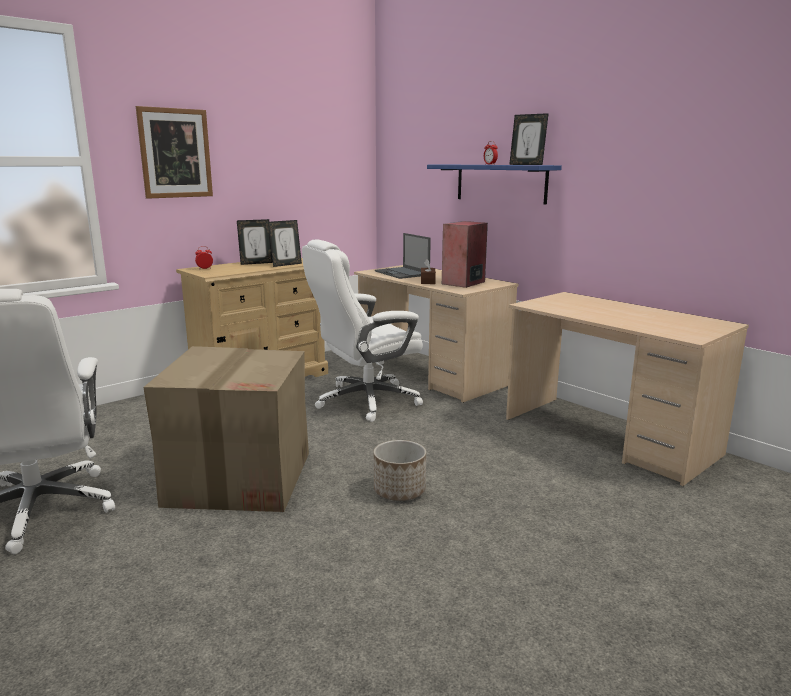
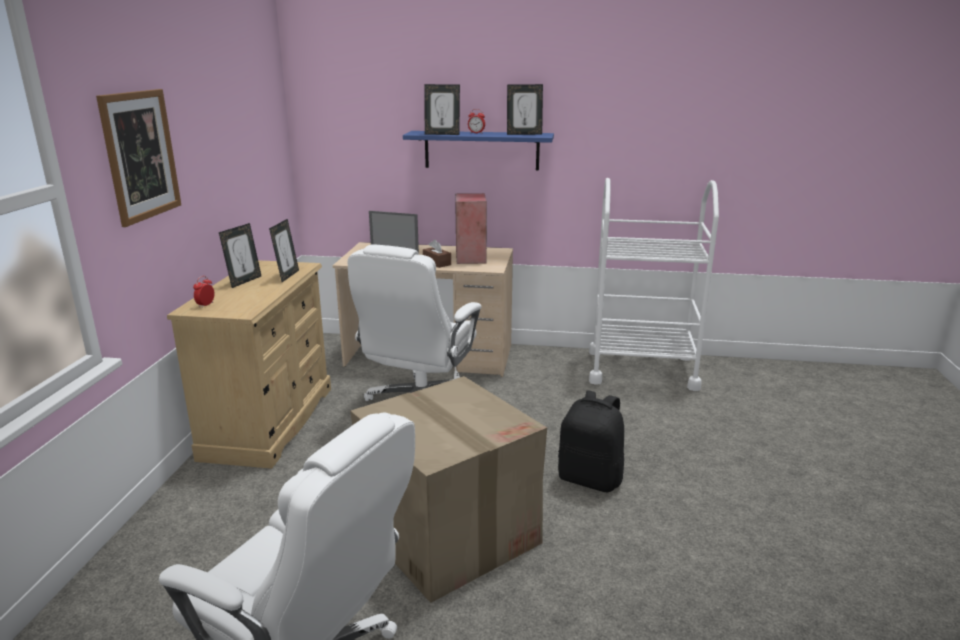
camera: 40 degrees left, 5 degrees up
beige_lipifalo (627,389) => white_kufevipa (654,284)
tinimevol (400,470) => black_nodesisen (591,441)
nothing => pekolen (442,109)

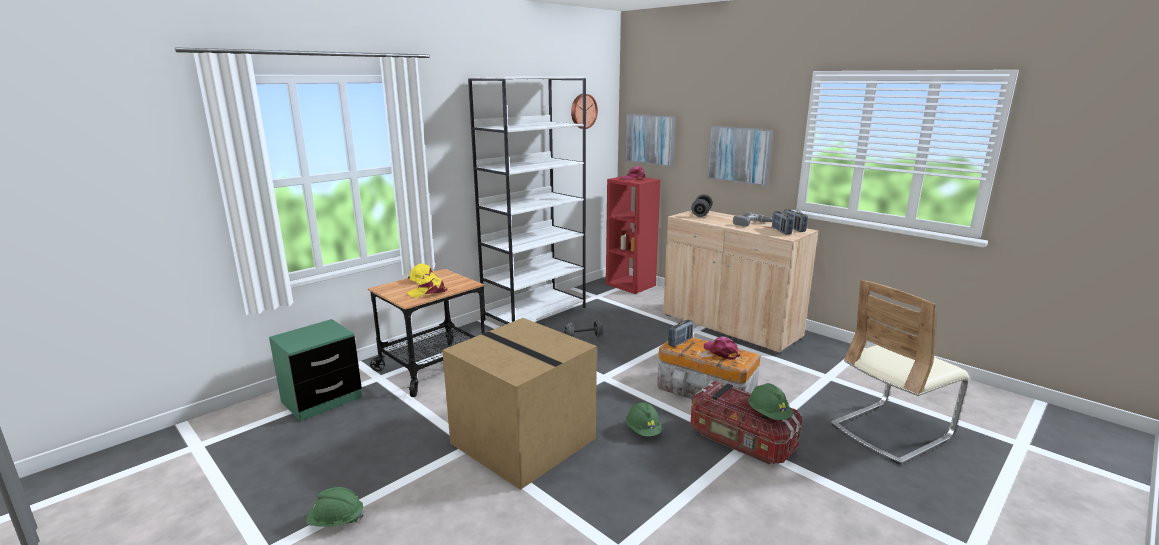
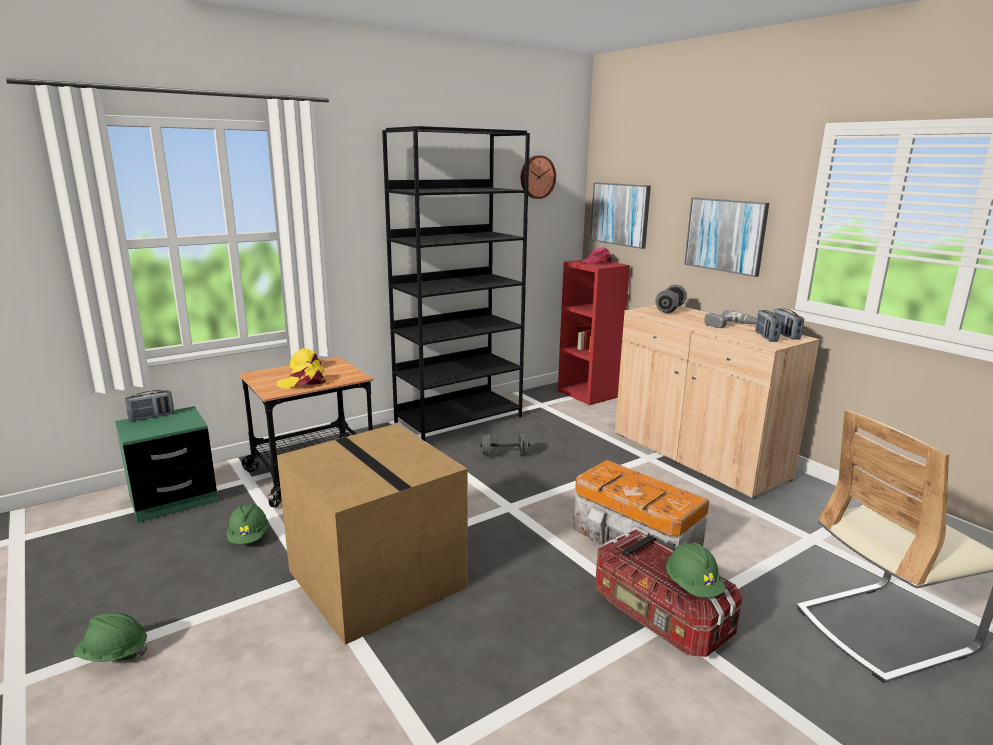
camera: 10 degrees right, 0 degrees up
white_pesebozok (527,200) => black_pesebozok (456,283)
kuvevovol (681,333) => kuvevovol (149,405), shifted
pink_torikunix (721,348) => nothing
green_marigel (644,419) => green_marigel (248,524), shifted

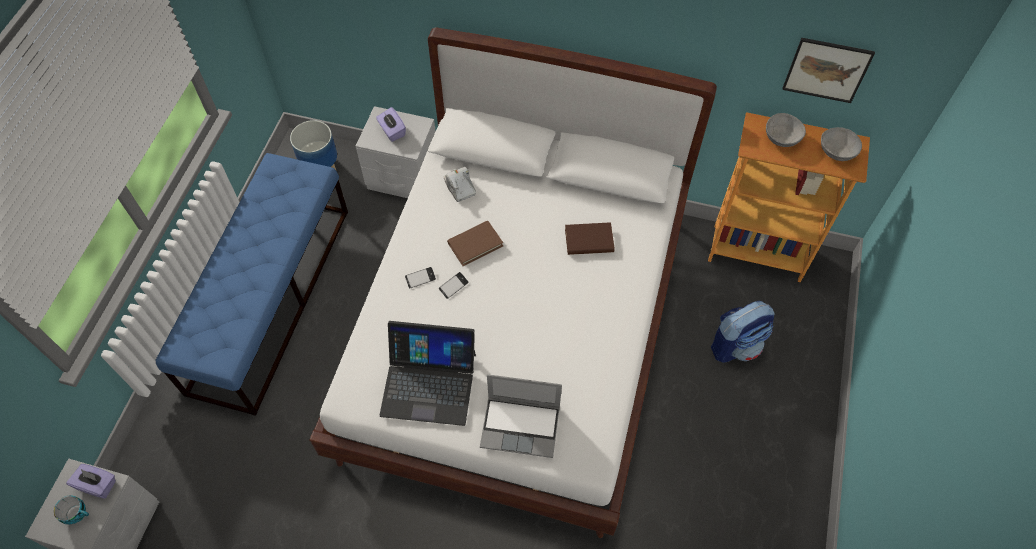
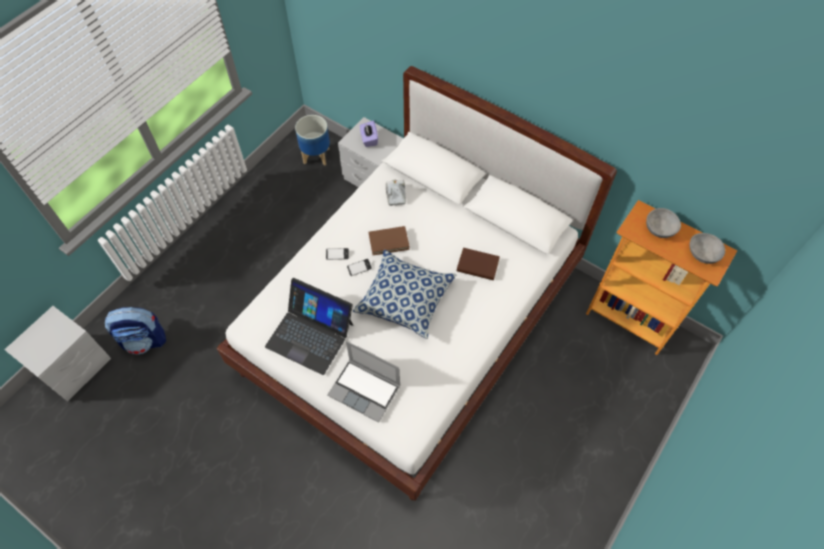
camera: 20 degrees right, 0 degrees up
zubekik (828,70) => nothing
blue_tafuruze (252,284) => nothing
nodesisen (742,331) => nodesisen (135,330), shifted
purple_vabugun (91,481) => nothing
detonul (71,510) => nothing
nothing => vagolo (404,294)

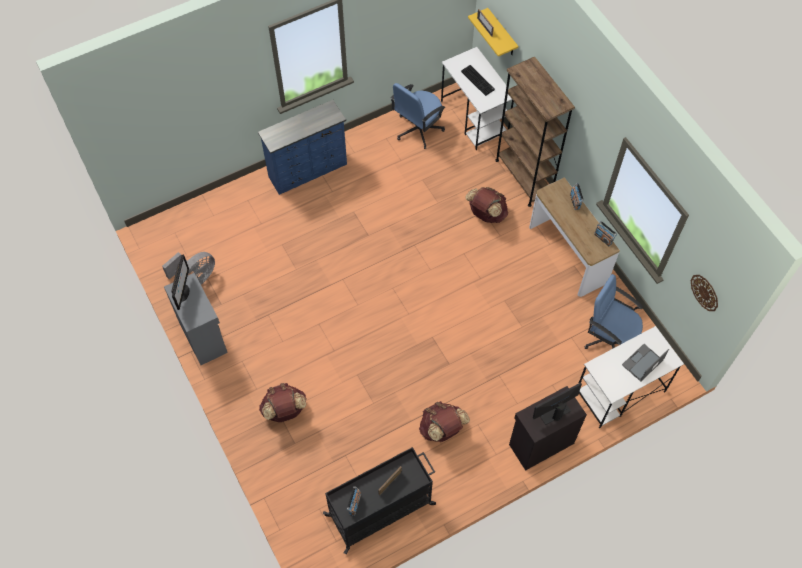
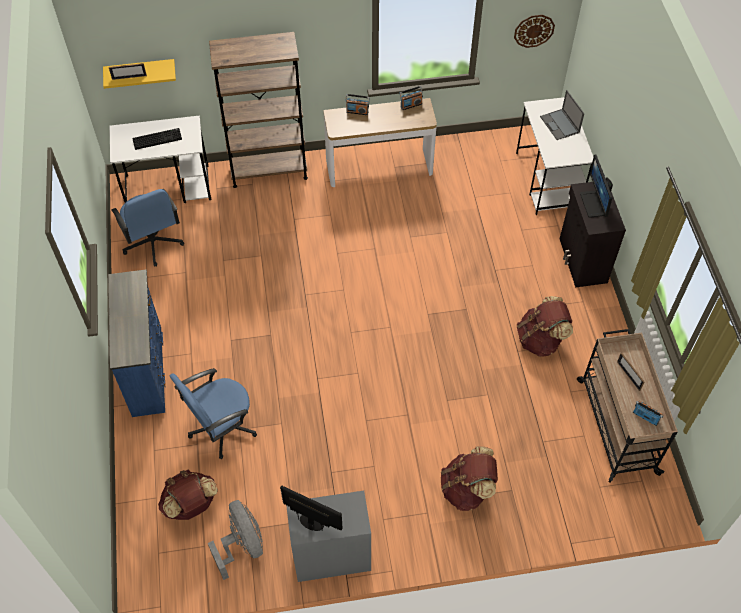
camera: 70 degrees left, 5 degrees down
brown_nodesisen (486,205) => brown_nodesisen (188,494), shifted
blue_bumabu (614,311) => blue_bumabu (213,413), shifted
black_kufevipa (379,500) => beige_kufevipa (627,406)

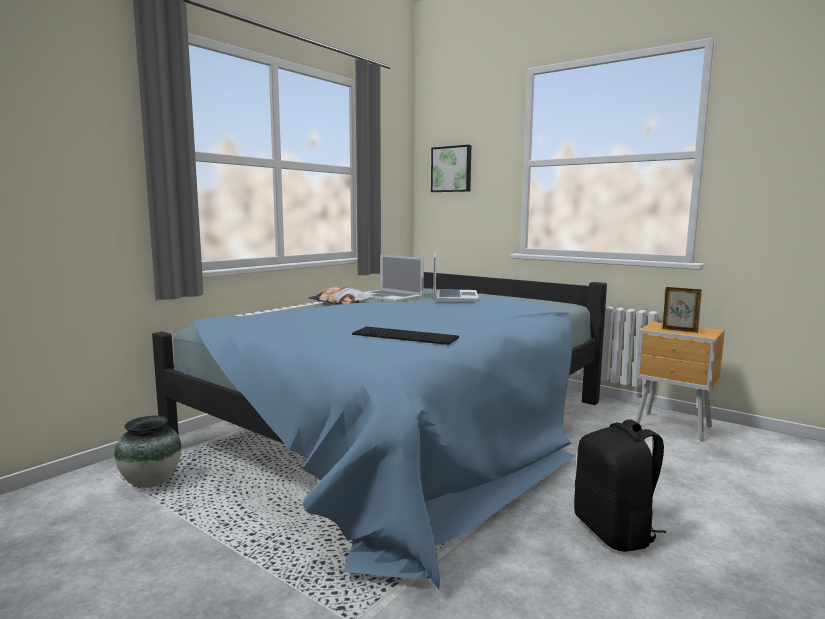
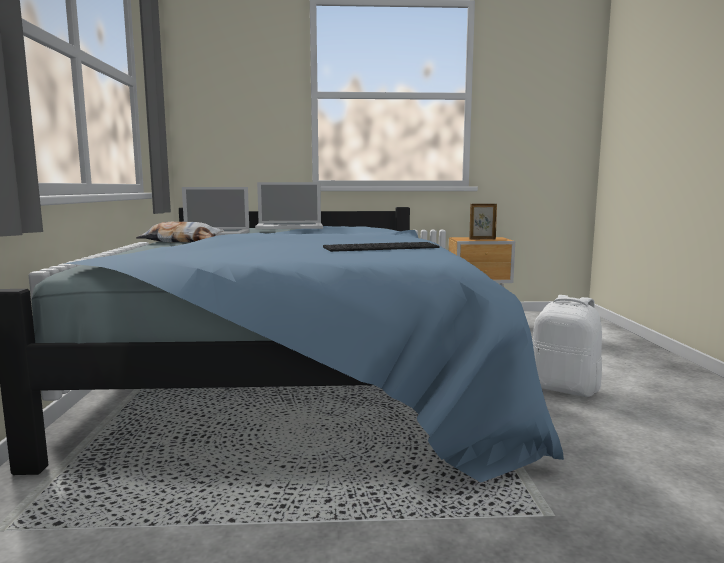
camera: 40 degrees left, 0 degrees up
zubekik (451,168) => nothing
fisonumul (456,277) => fisonumul (289,205), 120 degrees clockwise
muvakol (148,452) => nothing
black_nodesisen (620,485) => white_nodesisen (567,346)

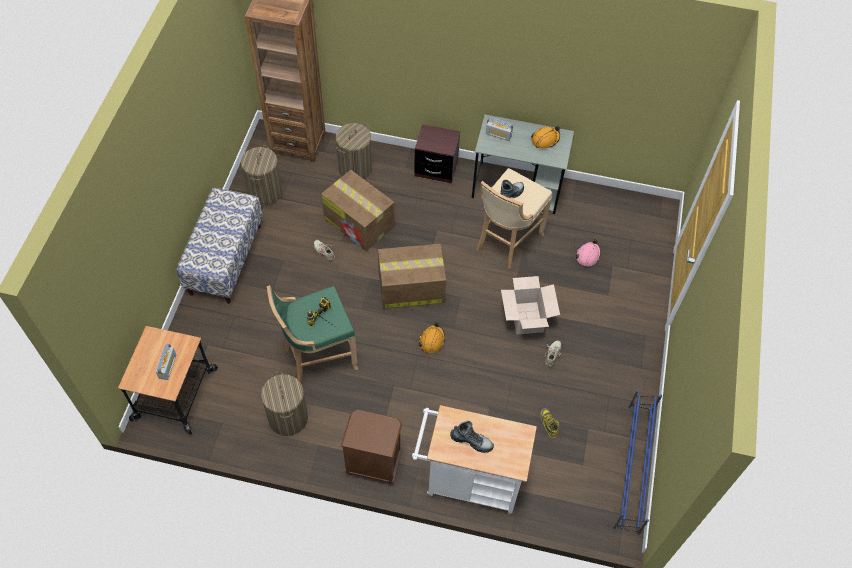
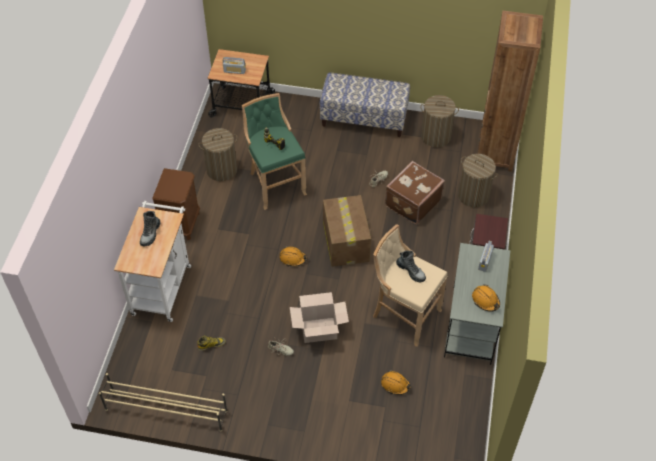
camera: 90 degrees right, 5 degrees down
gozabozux (358,210) => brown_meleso (415,192)
pink_marigel (588,253) => orange_marigel (396,382)
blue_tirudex (637,462) => beige_tirudex (163,402)

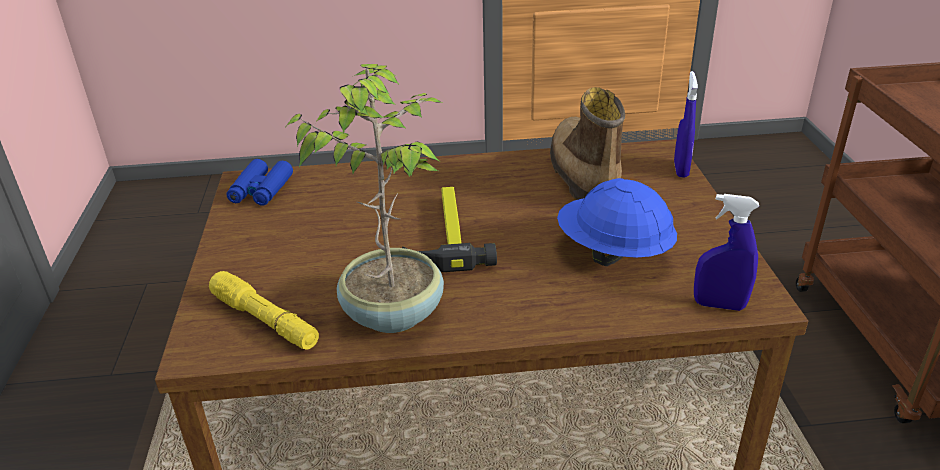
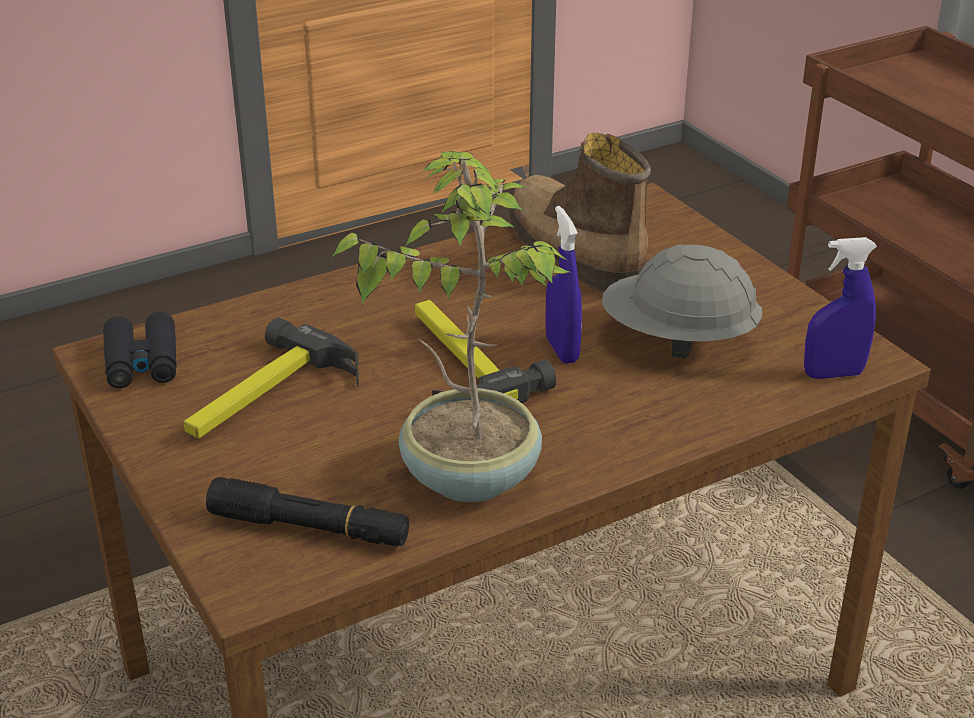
camera: 25 degrees left, 0 degrees up
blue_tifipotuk (686,124) => blue_tifipotuk (563,285), shifted
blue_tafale (259,182) => black_tafale (140,350)
blue_marigel (617,222) => grey_marigel (682,301)
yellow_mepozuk (264,310) => black_mepozuk (307,511)
nothing => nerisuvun (271,378)

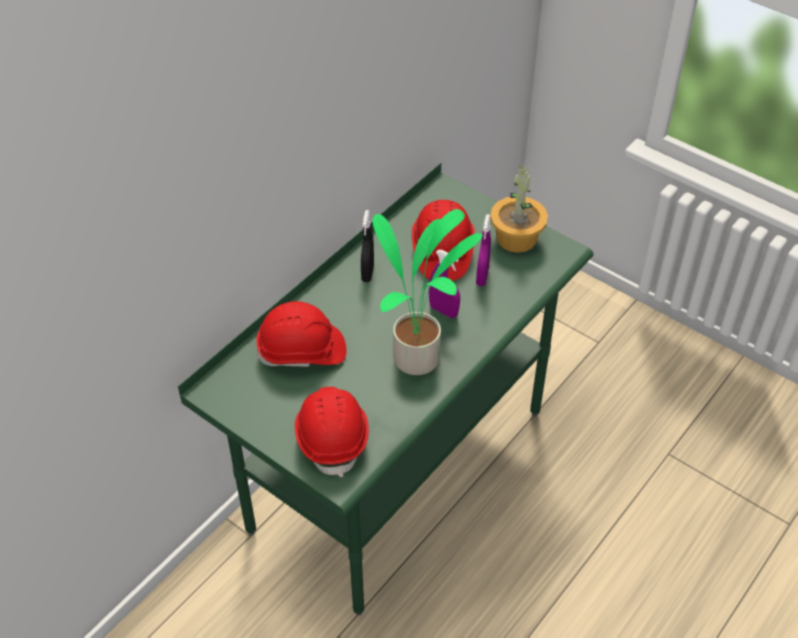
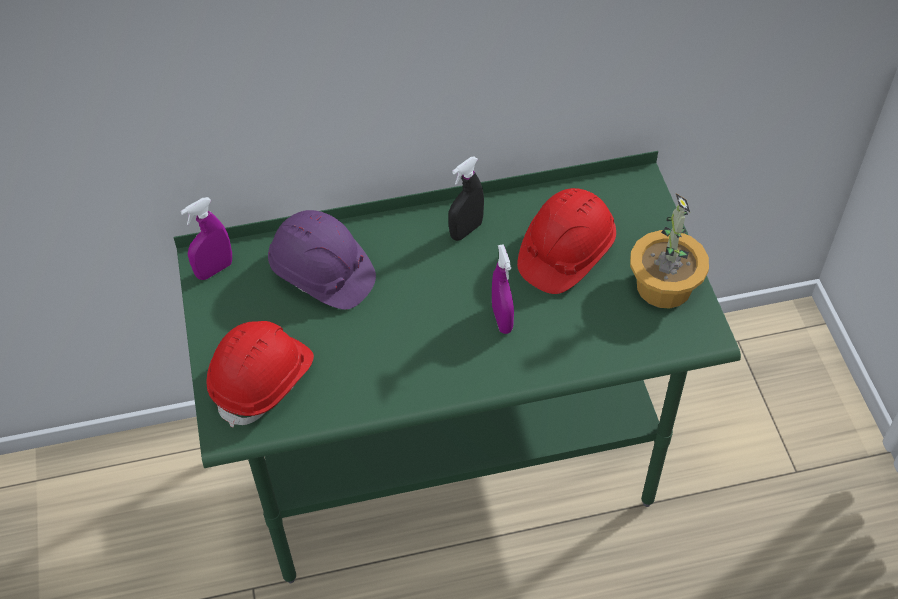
camera: 40 degrees right, 5 degrees up
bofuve (428,292) => nothing
purple_tifipotuk (483,250) => purple_tifipotuk (206,238), shifted
red_marigel (301,334) => purple_marigel (322,260)

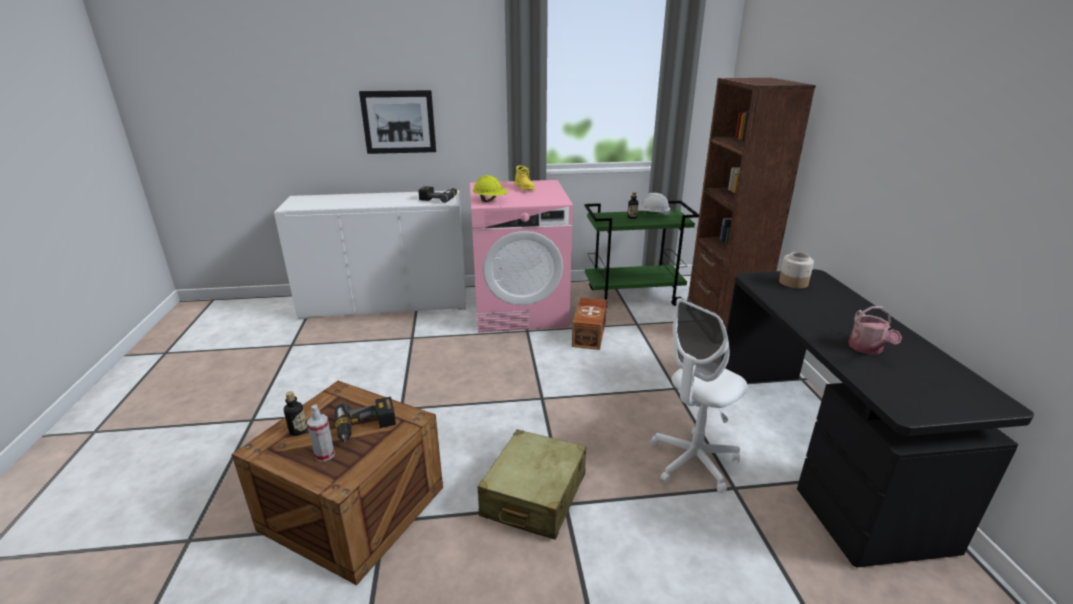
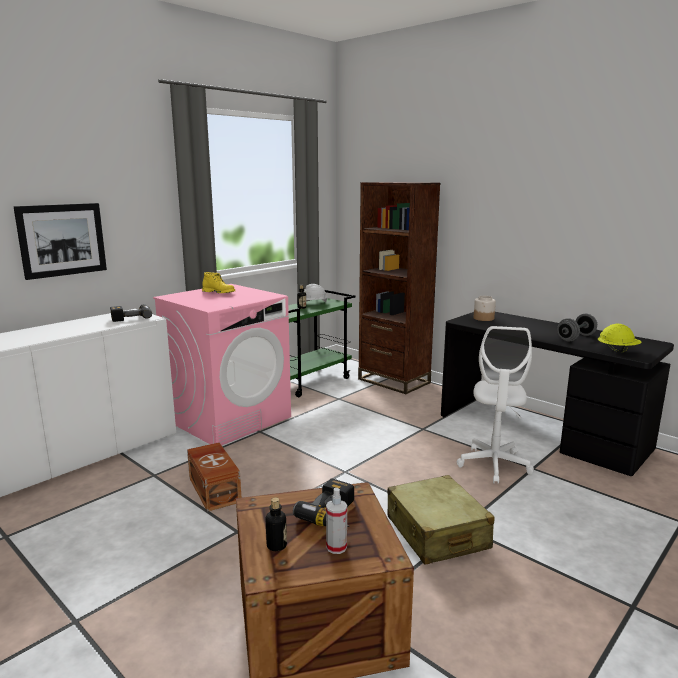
camera: 40 degrees left, 10 degrees down
yellow_marigel (490,188) => yellow_marigel (619,338), shifted
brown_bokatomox (589,323) => brown_bokatomox (214,477), shifted
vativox (875,330) => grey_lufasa (577,327)

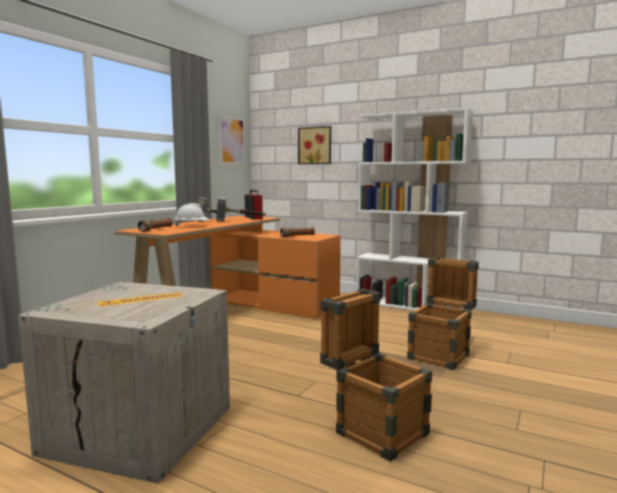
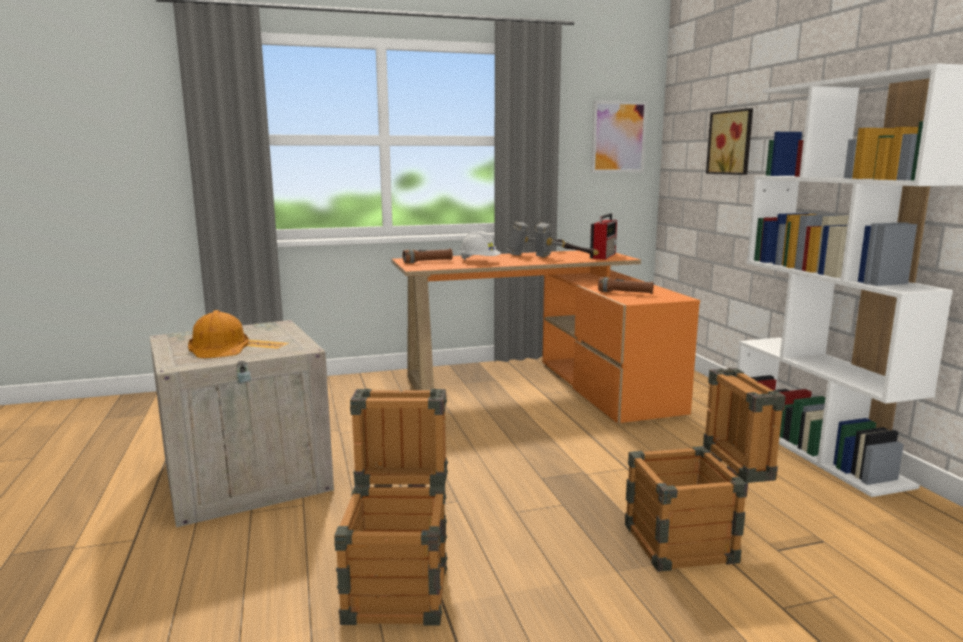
camera: 45 degrees right, 5 degrees up
nothing => orange_marigel (218,334)

